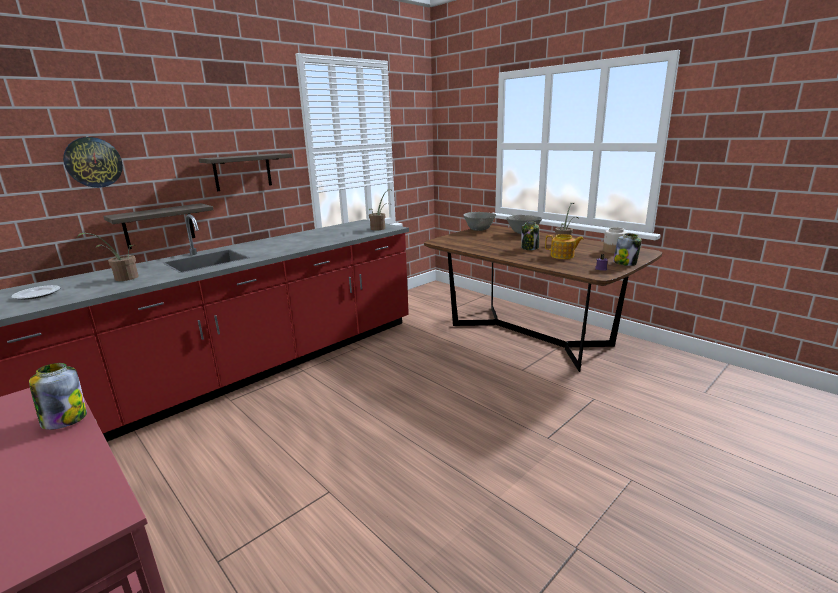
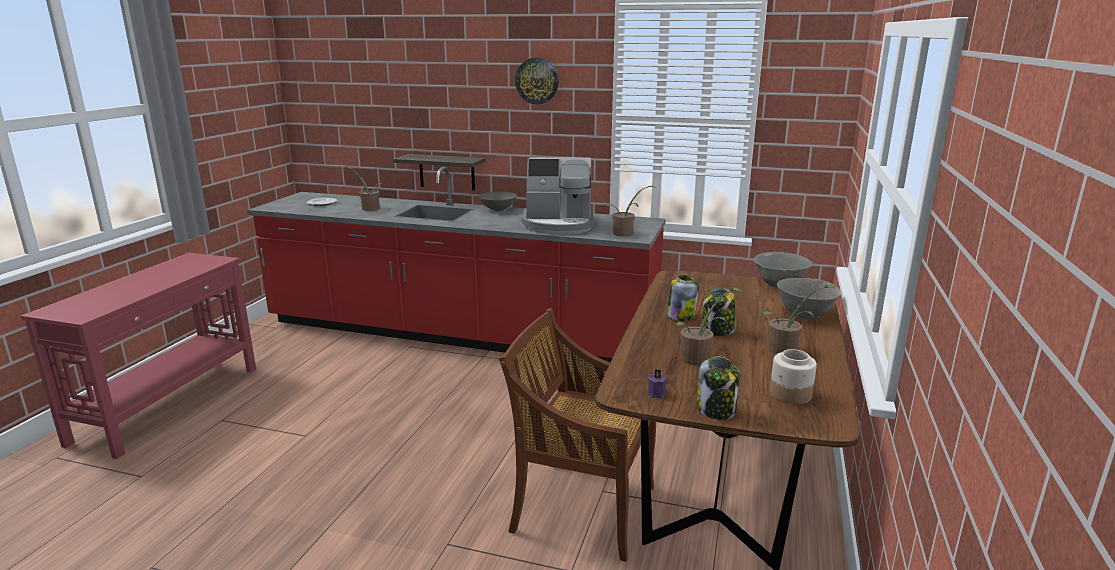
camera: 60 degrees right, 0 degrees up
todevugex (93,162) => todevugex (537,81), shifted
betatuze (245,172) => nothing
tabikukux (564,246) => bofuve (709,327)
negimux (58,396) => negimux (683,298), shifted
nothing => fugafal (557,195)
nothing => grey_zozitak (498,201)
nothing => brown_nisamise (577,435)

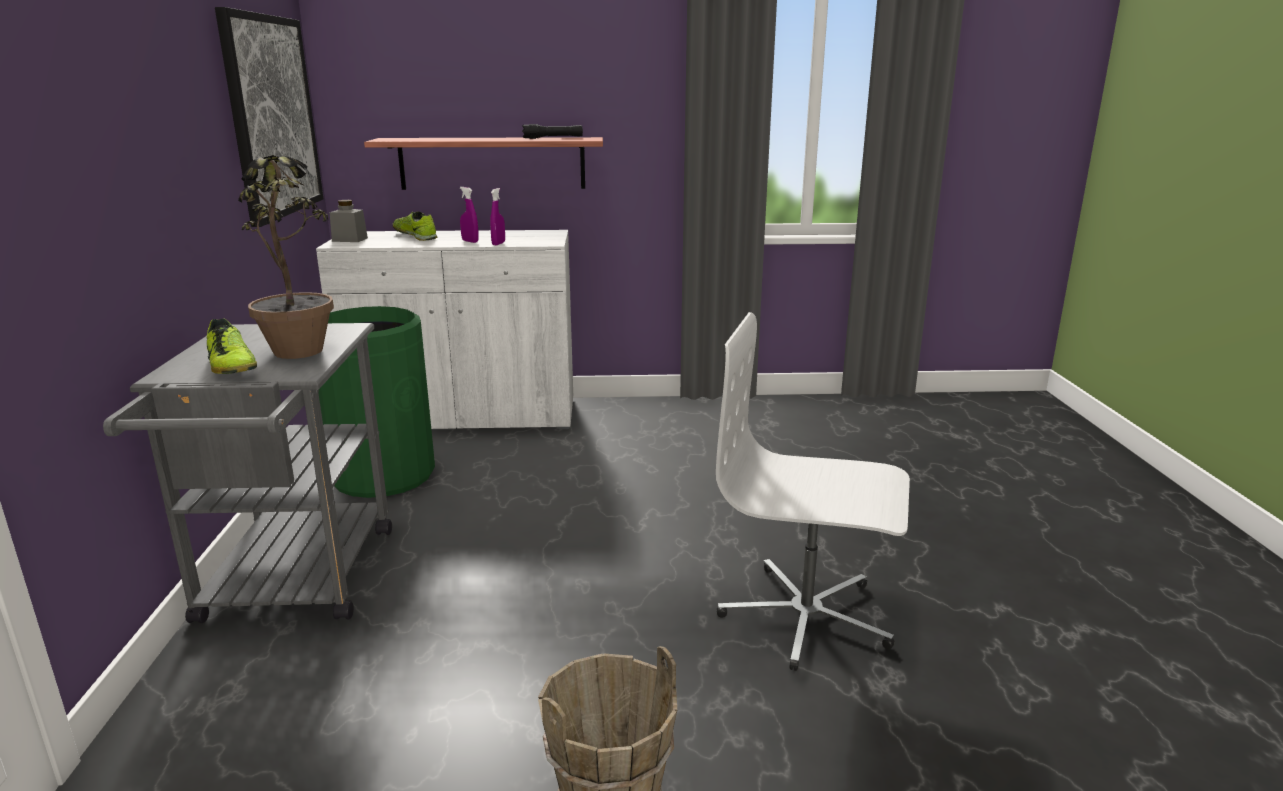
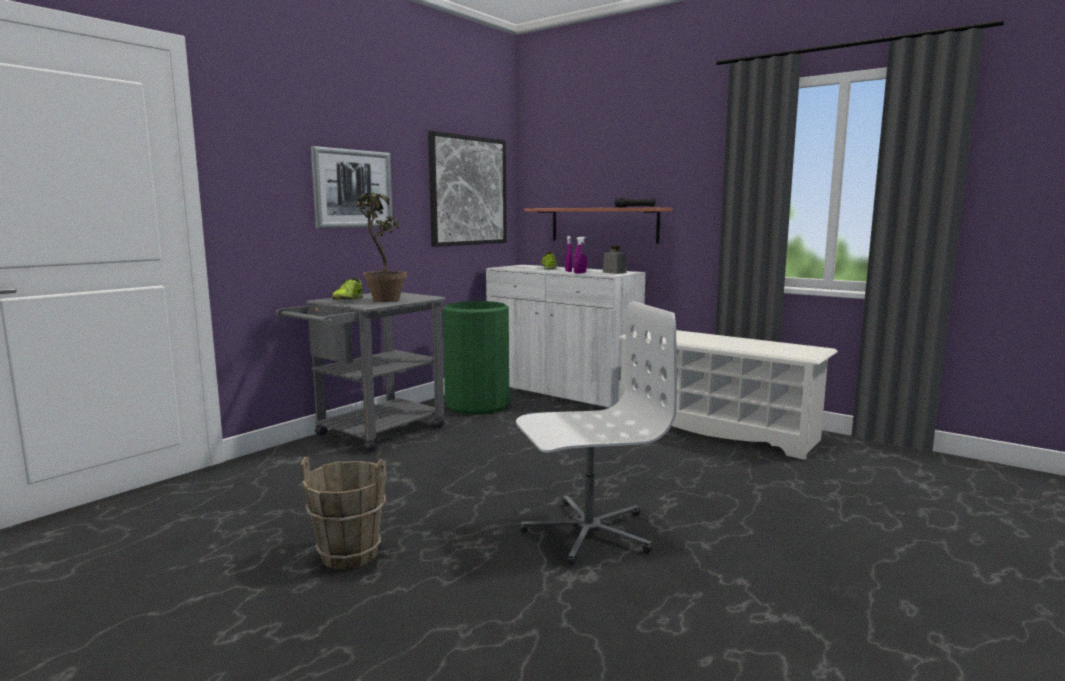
camera: 40 degrees right, 10 degrees down
grey_negimux (348,221) => grey_negimux (615,260), shifted
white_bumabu (813,491) => white_bumabu (596,433), 105 degrees clockwise
nothing => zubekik (352,187)
nothing => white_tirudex (728,395)

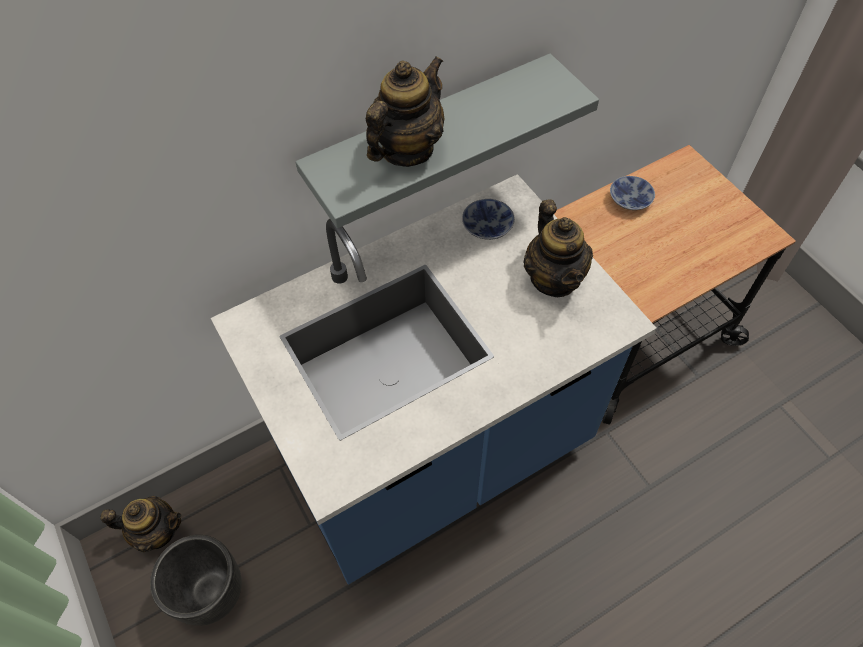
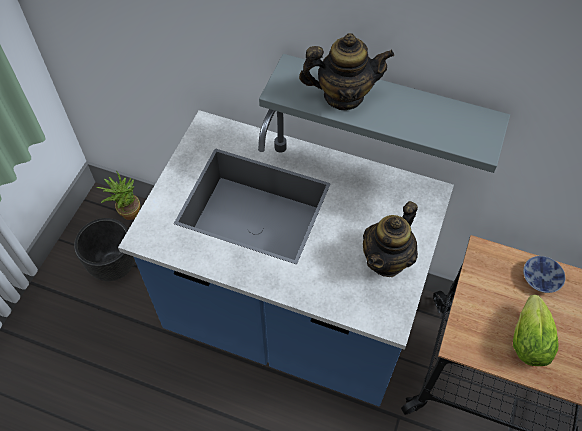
camera: 50 degrees right, 0 degrees up
zozitak (488,219) => nothing
tabikukux (141,524) => bofuve (118,195)
nothing => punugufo (535,330)

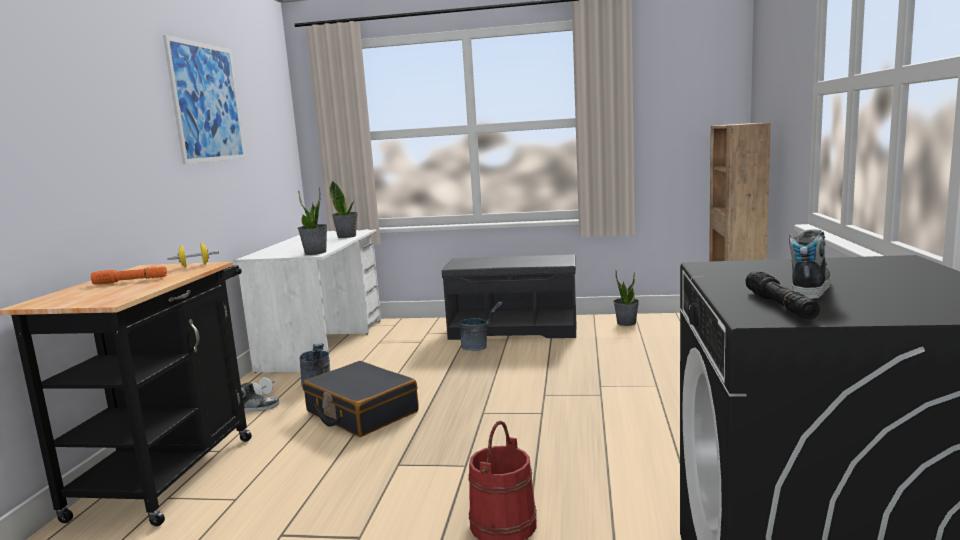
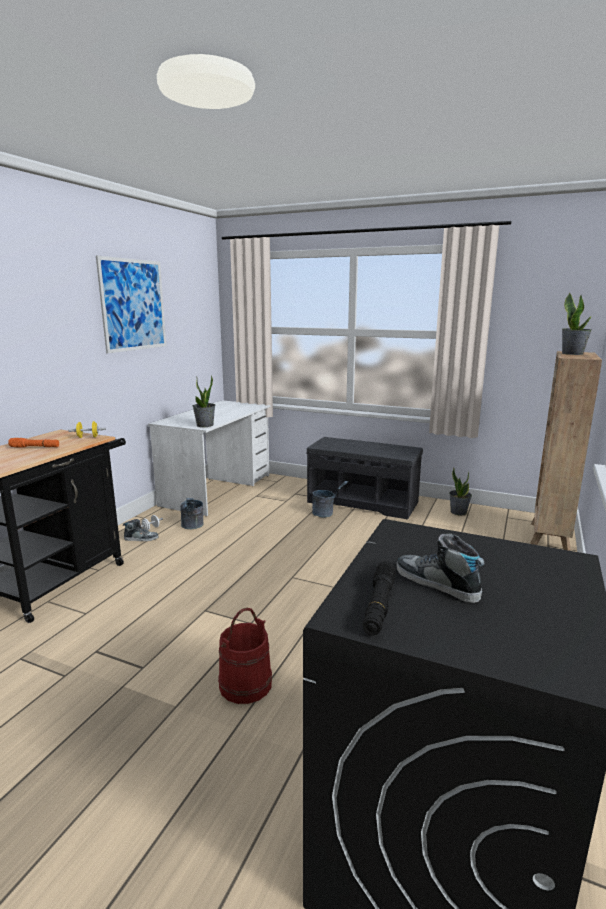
camera: 15 degrees right, 5 degrees up
bofuve (343,209) => bofuve (576,323), shifted
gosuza (810,264) => gosuza (440,568), 90 degrees counterclockwise
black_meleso (361,399) => nothing

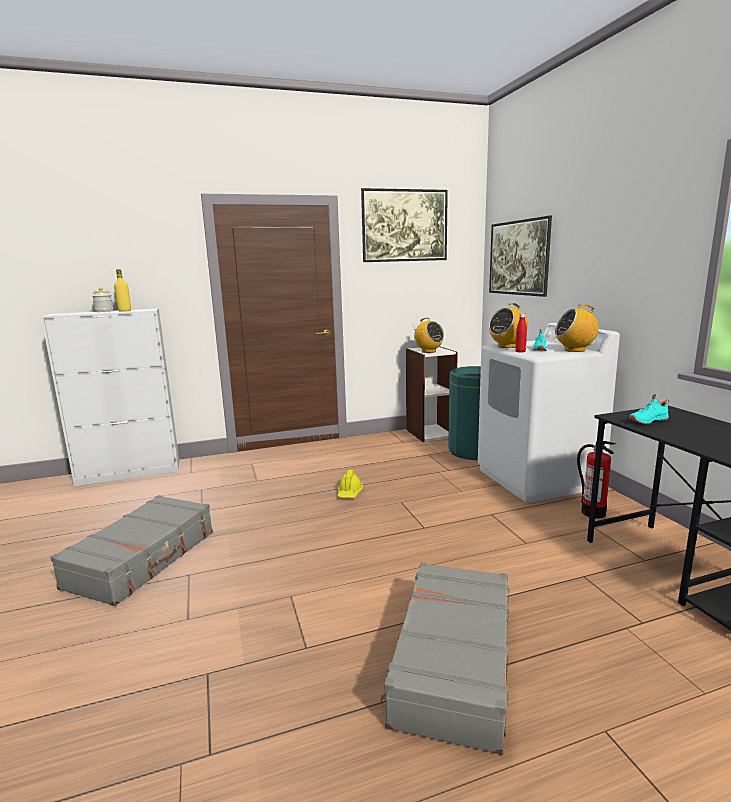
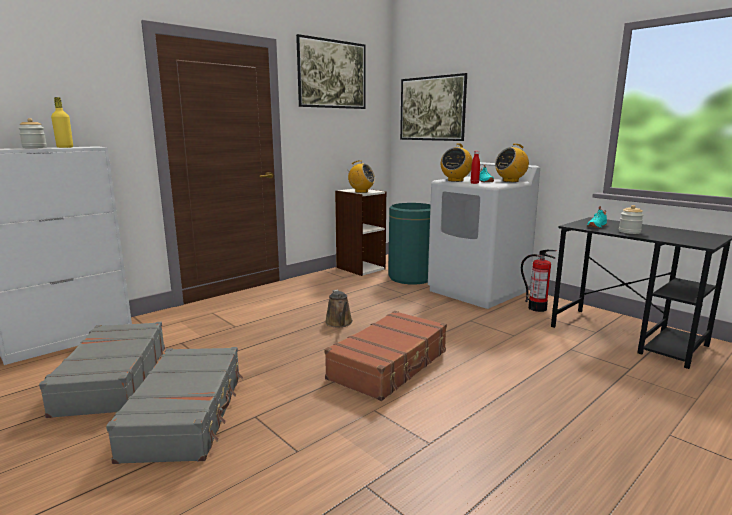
camera: 25 degrees left, 0 degrees up
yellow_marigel (350,484) => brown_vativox (339,308)
grey_meleso (444,658) => grey_meleso (102,370), shifted
nothing => negimux (631,219)
nothing => brown_meleso (385,356)

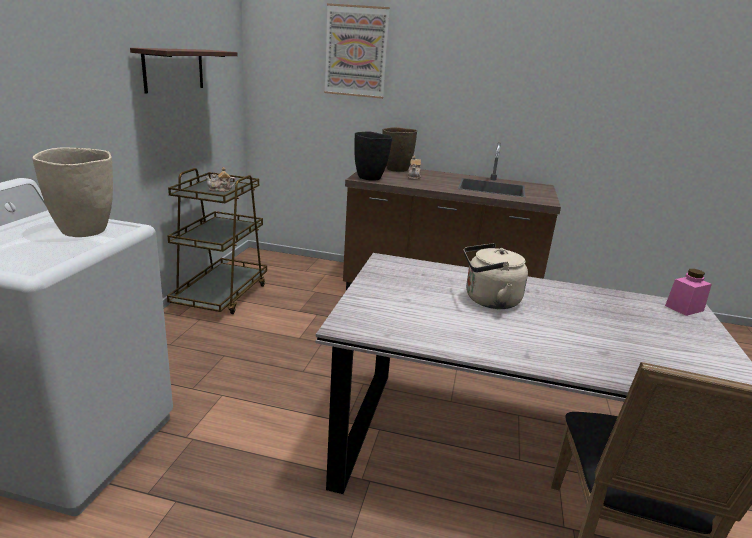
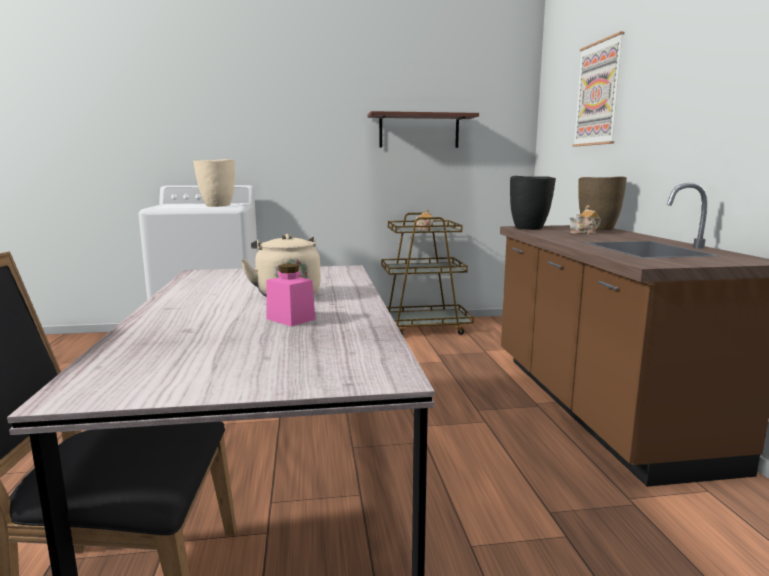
camera: 70 degrees right, 10 degrees down
pink_negimux (688,292) => pink_negimux (291,295), shifted

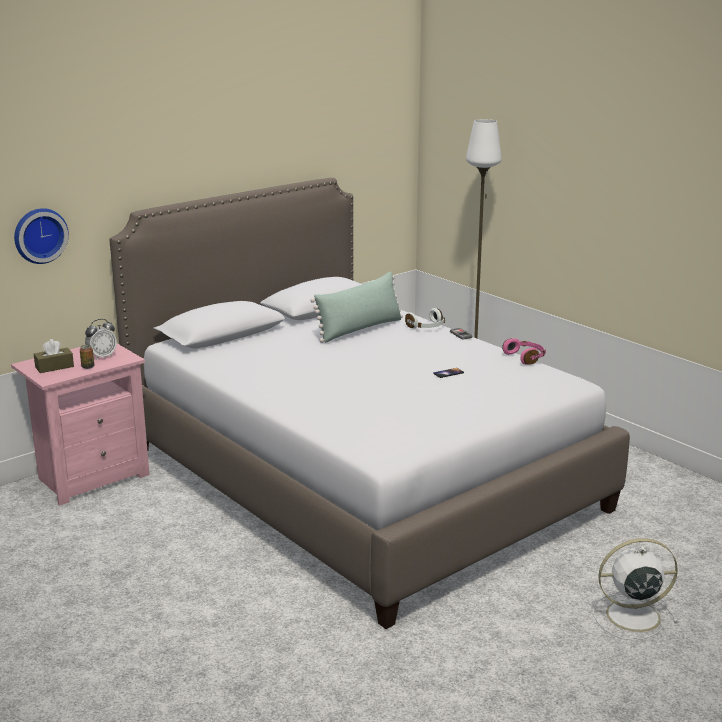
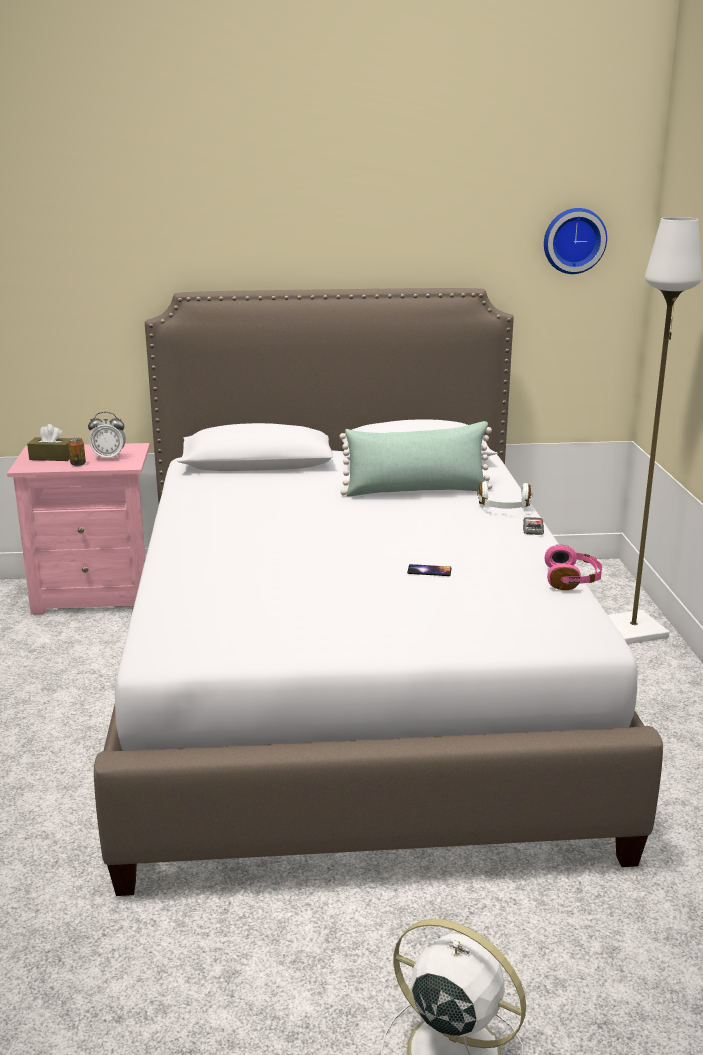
camera: 35 degrees right, 0 degrees up
todevugex (41,236) => todevugex (575,241), shifted

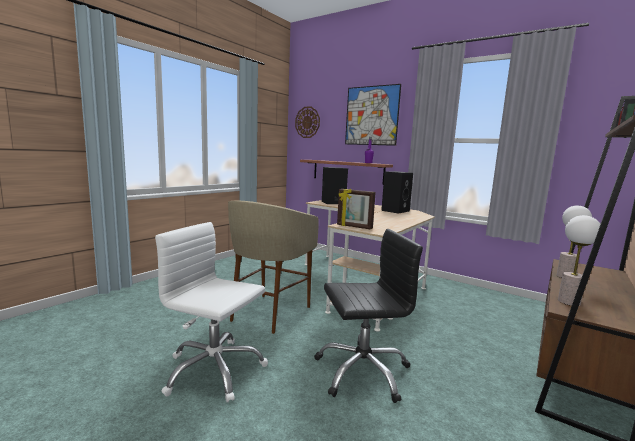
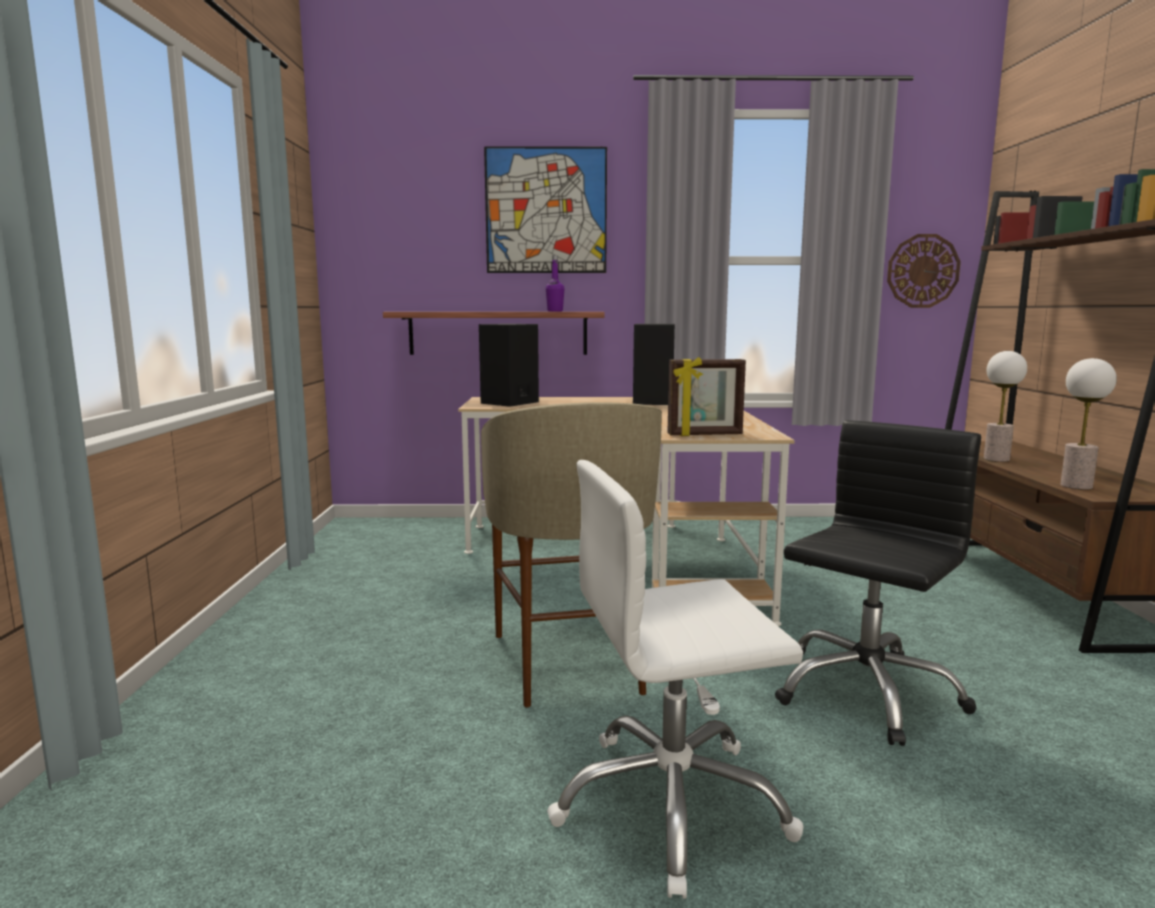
camera: 35 degrees left, 0 degrees up
todevugex (307,122) => todevugex (924,271), shifted

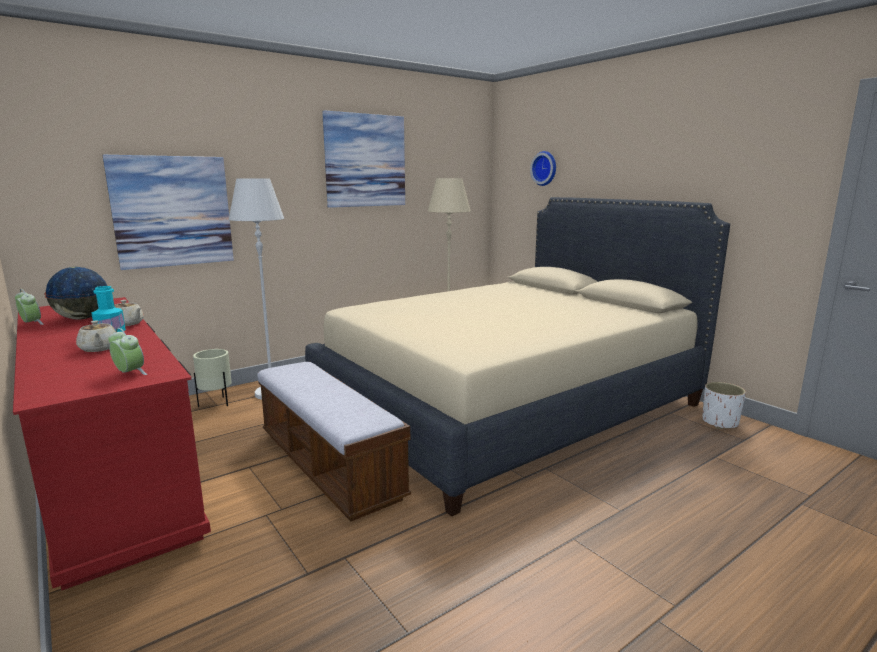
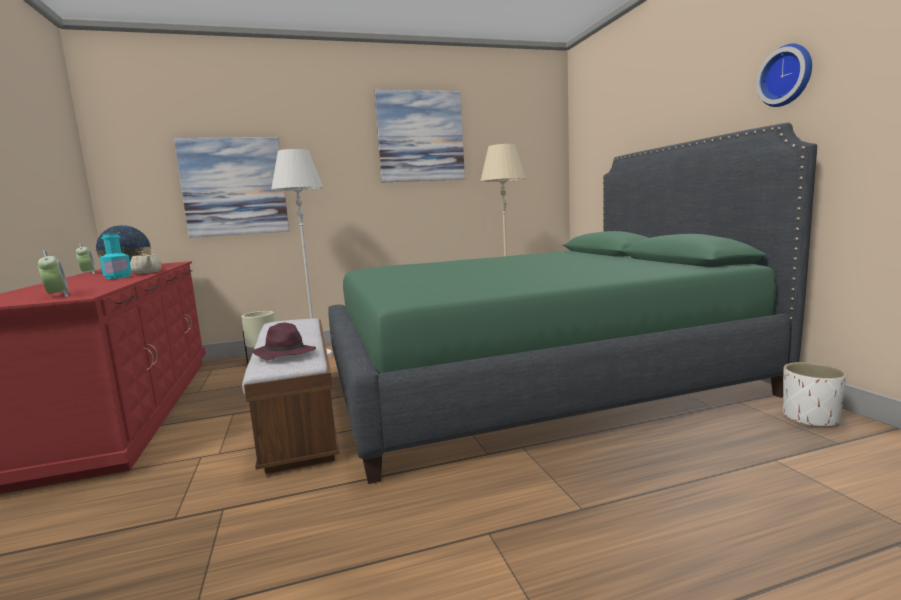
camera: 20 degrees right, 5 degrees down
todevugex (543,168) => todevugex (784,75), shifted
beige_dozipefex (517,356) => green_dozipefex (572,303)
beige_tabikukux (96,336) => nothing
nothing => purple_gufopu (284,341)

